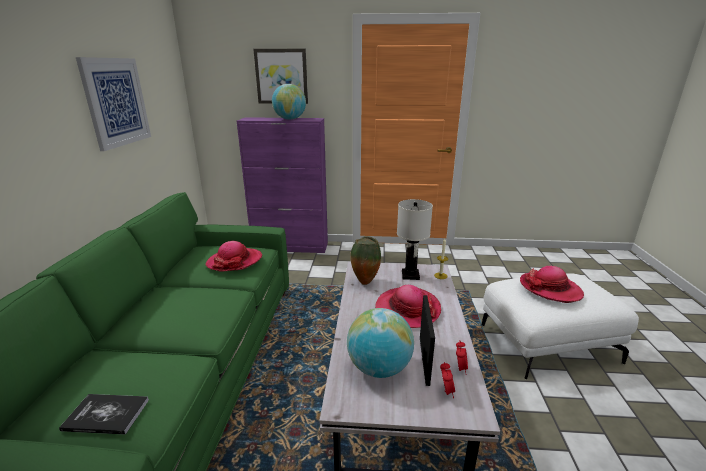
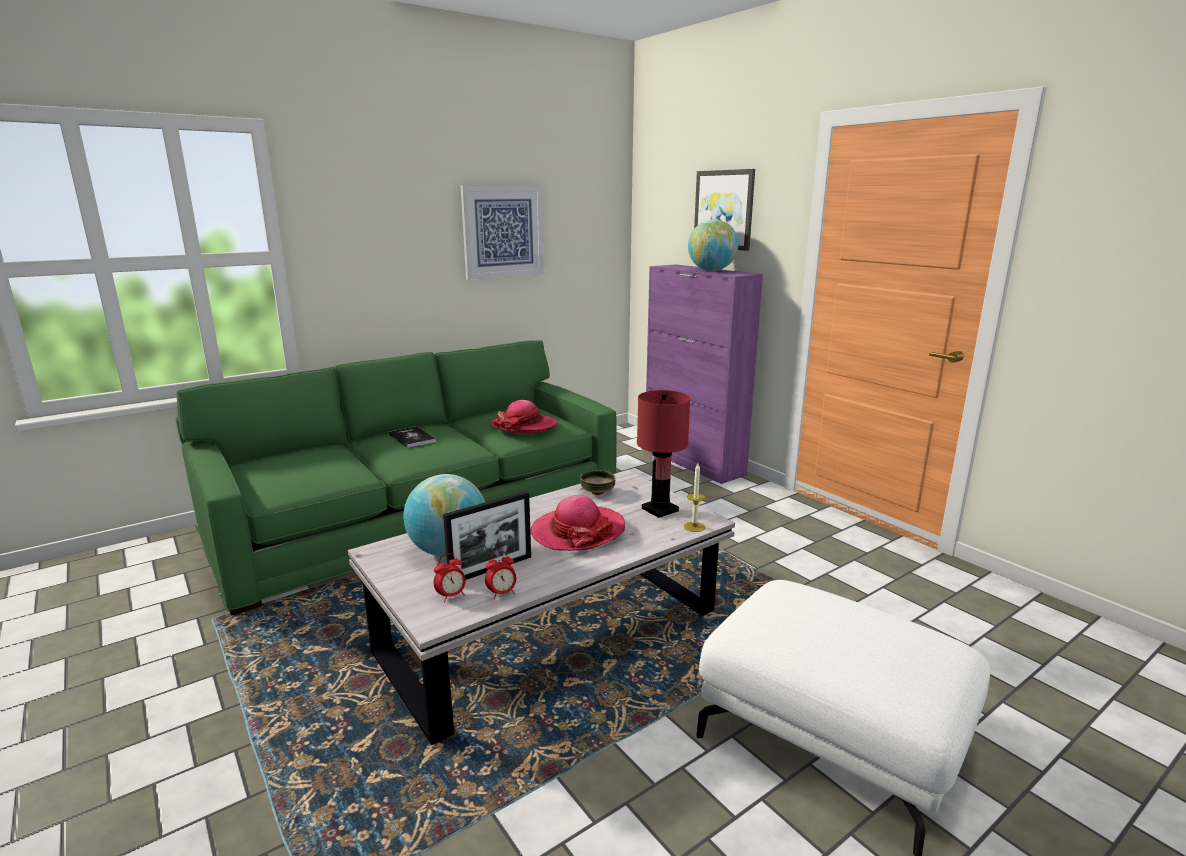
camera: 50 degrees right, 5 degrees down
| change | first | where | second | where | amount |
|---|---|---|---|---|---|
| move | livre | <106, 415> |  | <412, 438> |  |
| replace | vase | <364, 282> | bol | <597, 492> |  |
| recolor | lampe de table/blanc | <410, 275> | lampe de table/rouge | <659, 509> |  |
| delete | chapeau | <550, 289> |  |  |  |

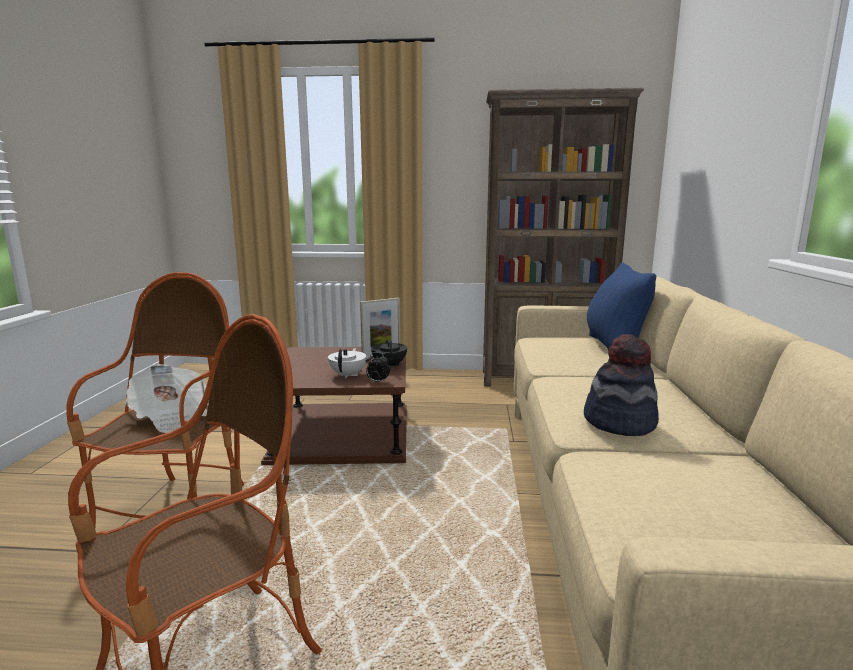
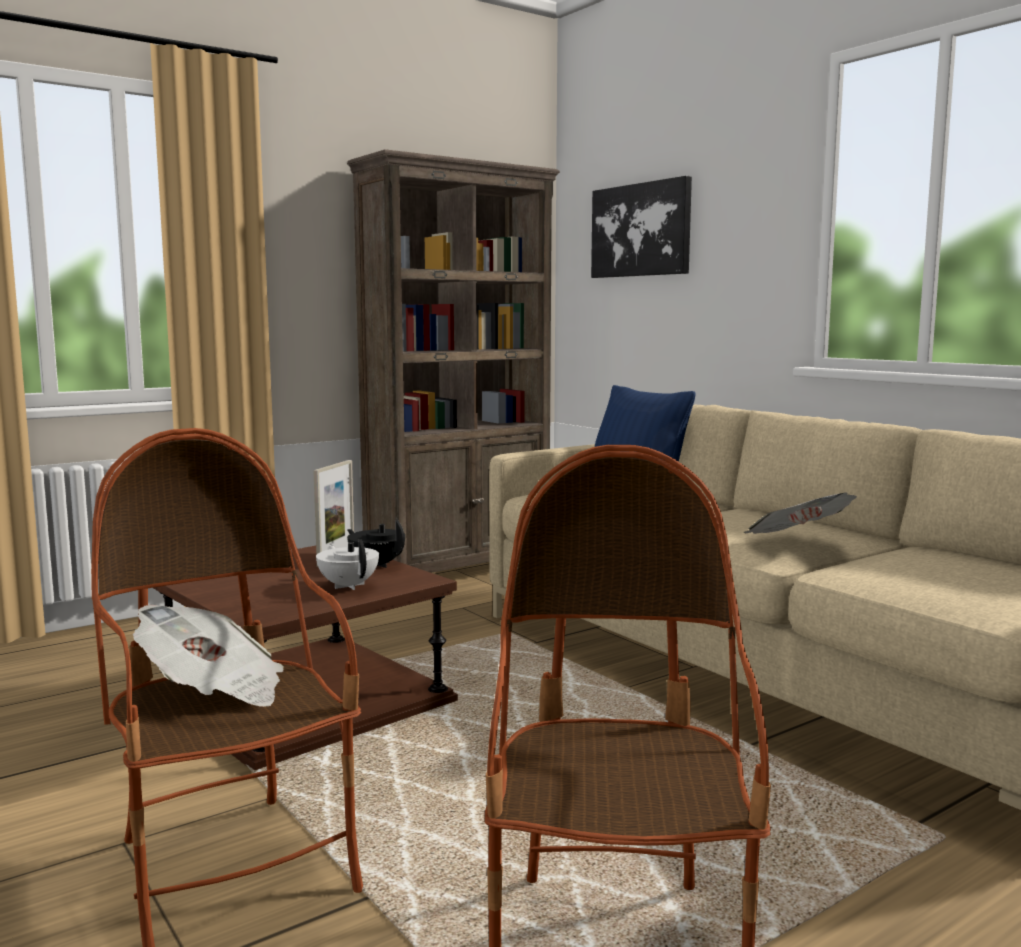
camera: 40 degrees left, 5 degrees down
| change | first | where | second | where | amount |
|---|---|---|---|---|---|
| delete | réveil | <377, 382> |  |  |  |
| replace | chapeau | <619, 422> | journal | <797, 543> |  |
| insert |  |  | tableau | <641, 230> |  |

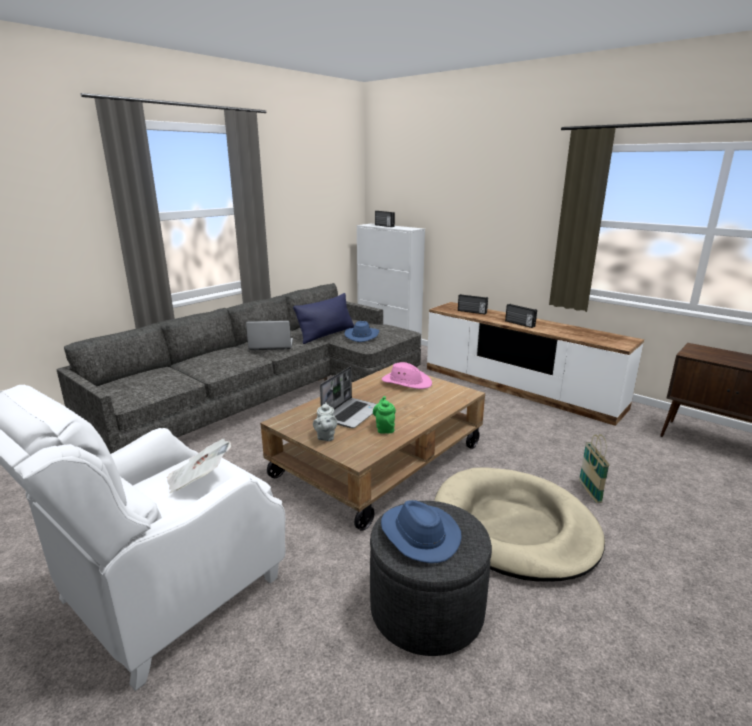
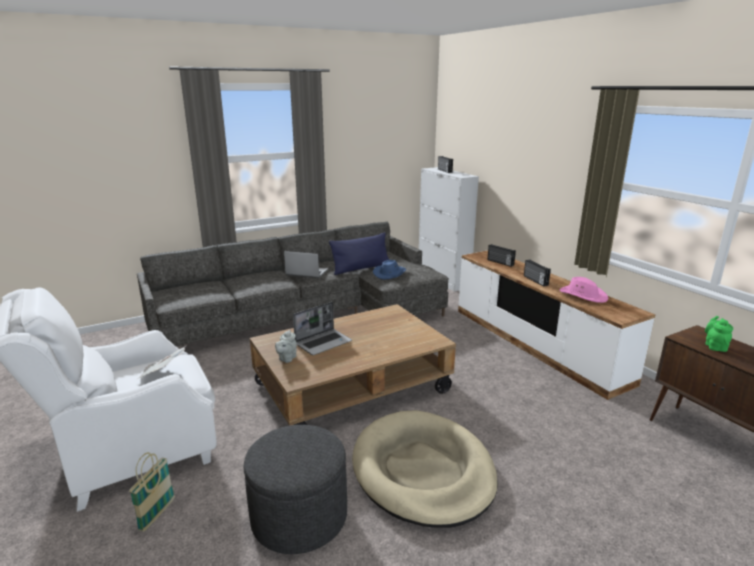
camera: 20 degrees right, 0 degrees up
| change | first | where | second | where | amount |
|---|---|---|---|---|---|
| move | théière/vert | <384, 428> |  | <715, 346> |  |
| delete | chapeau/bleu | <418, 534> |  |  |  |
| move | chapeau/rose | <406, 382> |  | <583, 295> |  |
| move | panier | <589, 492> |  | <157, 514> |  |

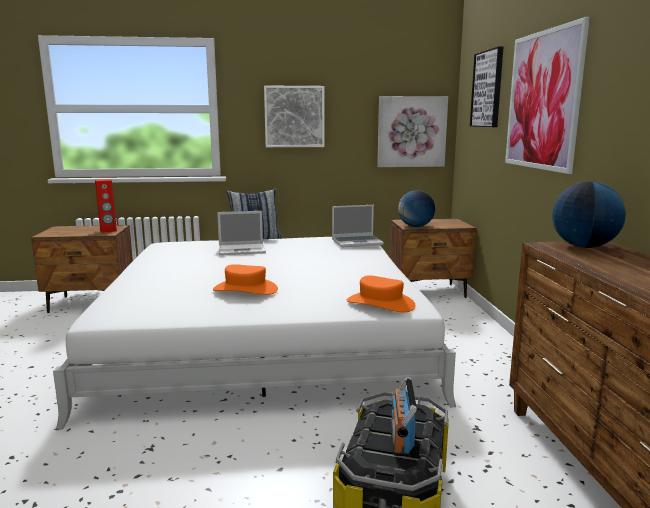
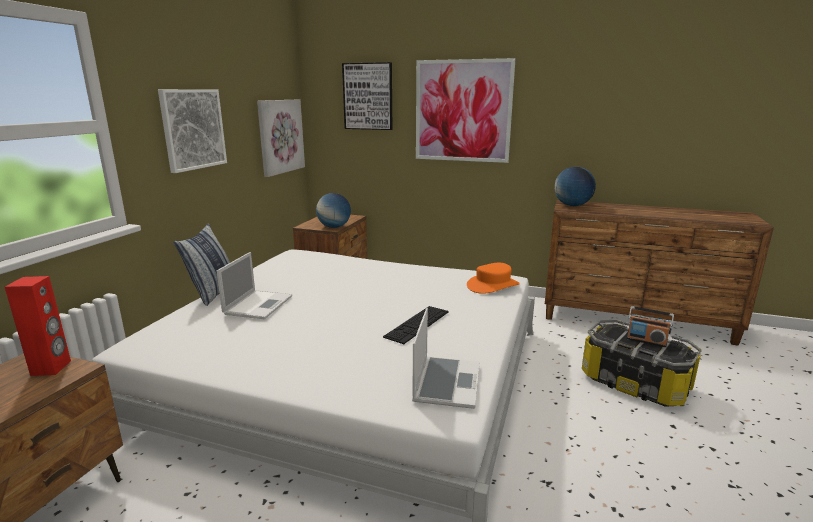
camera: 65 degrees left, 5 degrees up
| change | first | where | second | where | amount |
|---|---|---|---|---|---|
| replace | chapeau/orange | <245, 289> | clavier | <417, 324> |  |
| move | ordinateur portable | <357, 242> |  | <446, 382> |  |

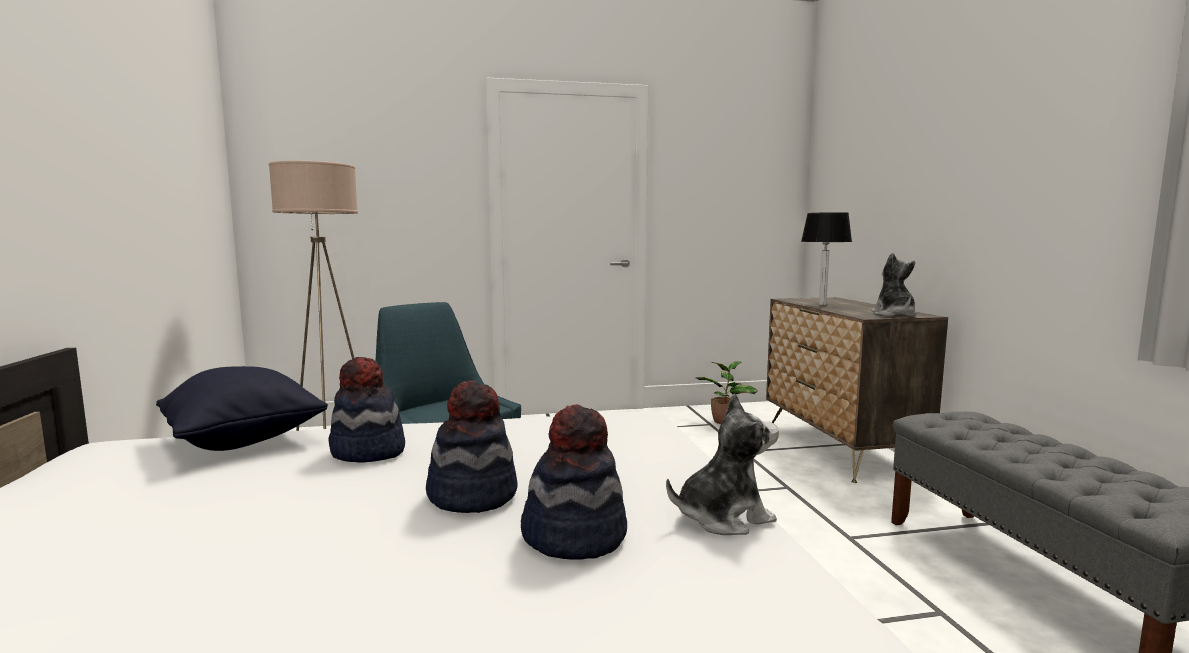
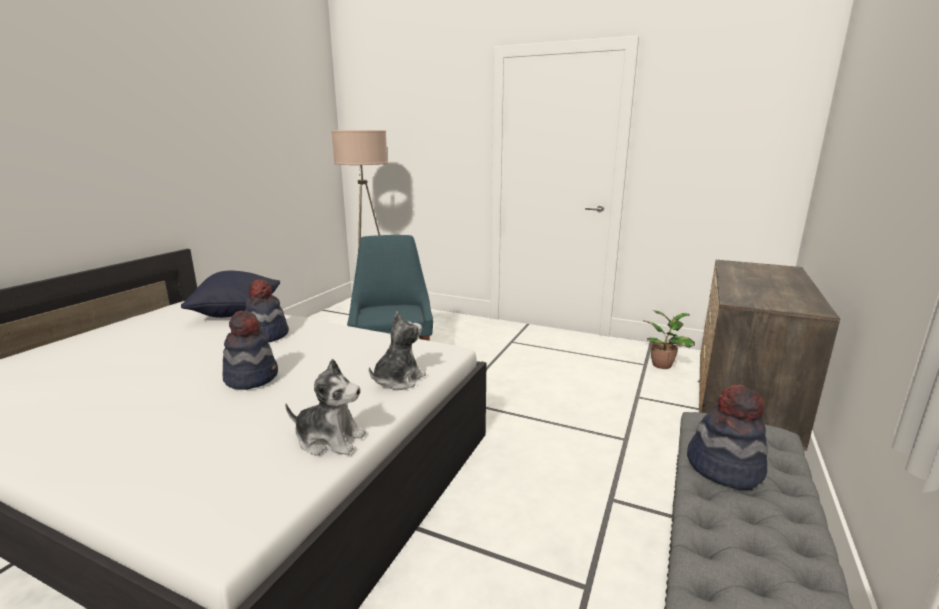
camera: 35 degrees right, 10 degrees up
| change | first | where | second | where | amount |
|---|---|---|---|---|---|
| move | chapeau | <574, 536> |  | <724, 467> |  |
| delete | lampe de table | <823, 304> |  |  |  |
| move | peluche | <893, 315> |  | <398, 380> |  |

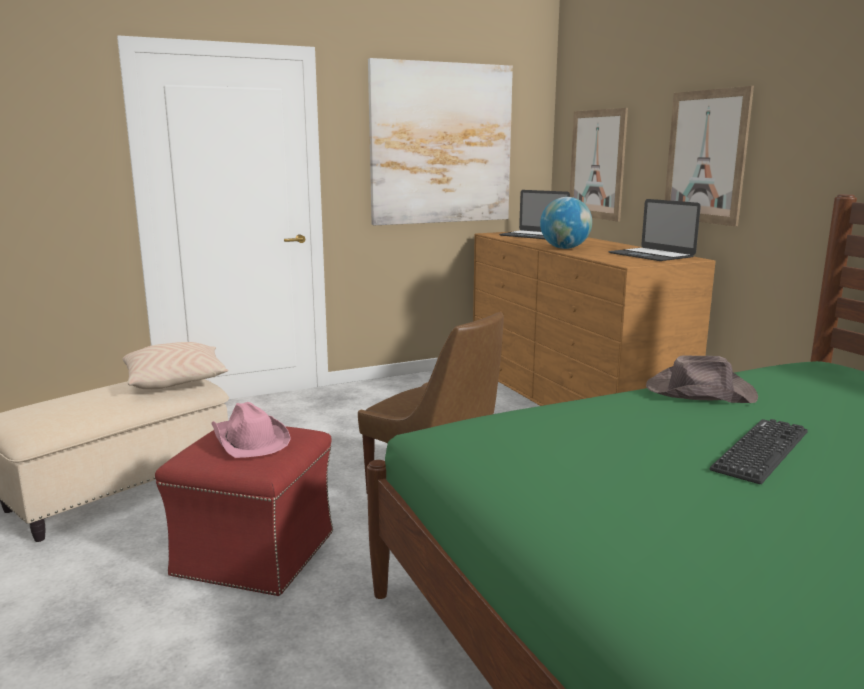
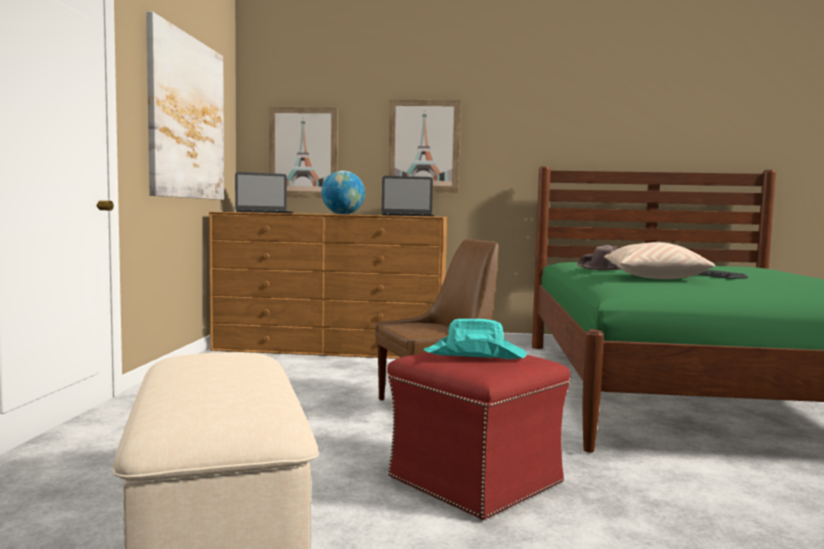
camera: 60 degrees left, 10 degrees down
| change | first | where | second | where | amount |
|---|---|---|---|---|---|
| move | coussin/beige | <176, 381> |  | <653, 277> |  |
| recolor | chapeau/rose | <249, 440> | chapeau/turquoise | <475, 355> |  |

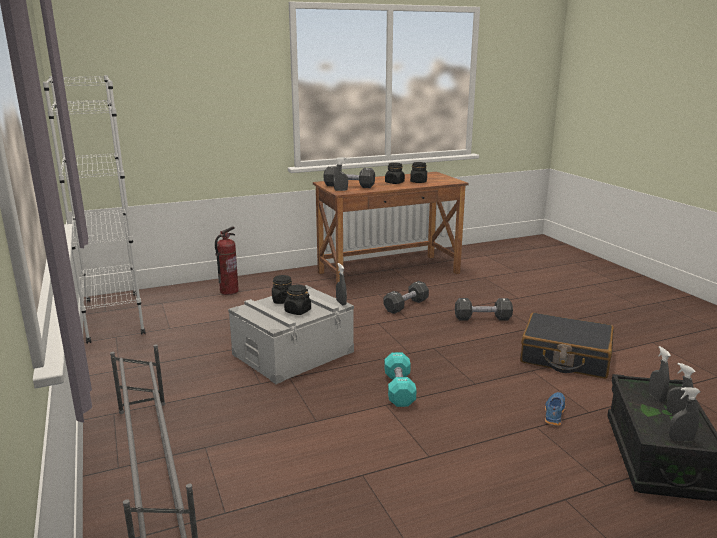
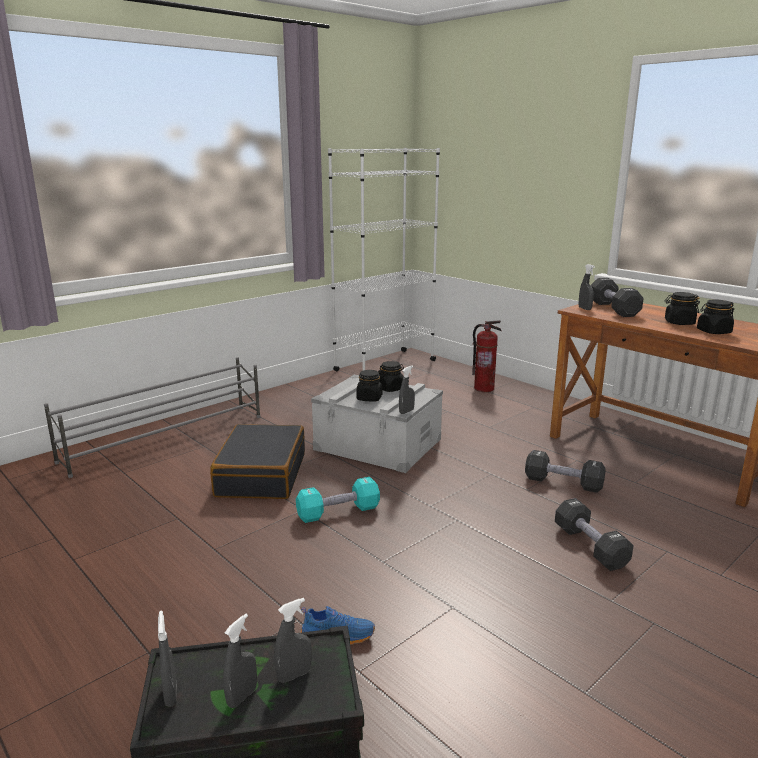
camera: 70 degrees right, 0 degrees up
| change | first | where | second | where | amount |
|---|---|---|---|---|---|
| move | valise/noir | <565, 357> |  | <261, 475> |  |

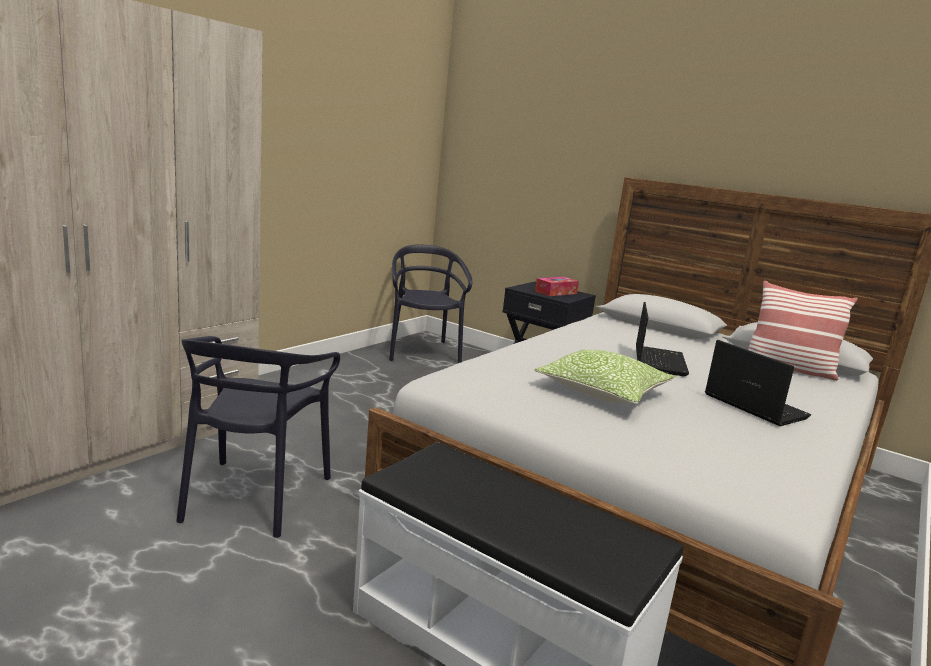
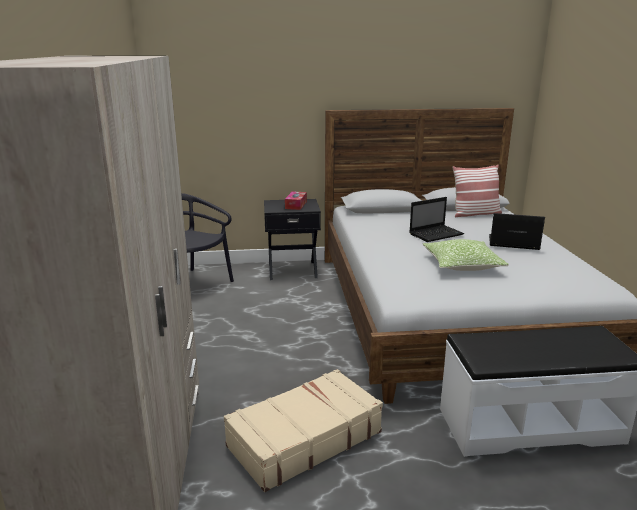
camera: 40 degrees left, 5 degrees up
| change | first | where | second | where | amount |
|---|---|---|---|---|---|
| replace | chaise/noir | <254, 496> | valise/beige | <303, 439> |  |
| rotate | ordinateur portable | <658, 361> |  | <436, 234> | 90 degrees clockwise |

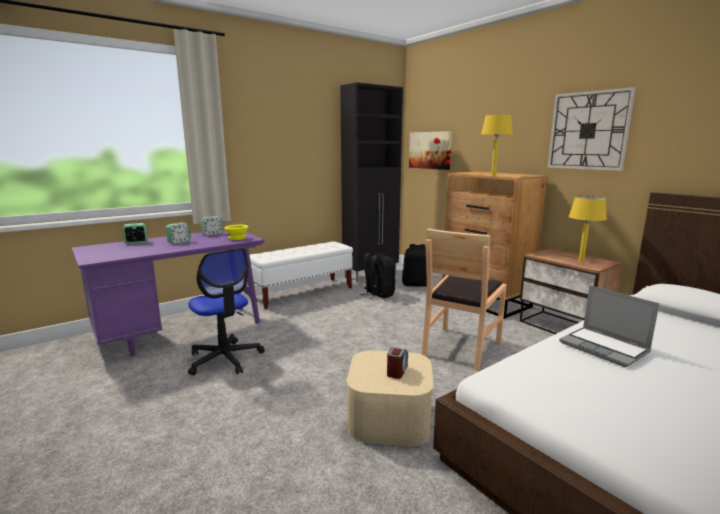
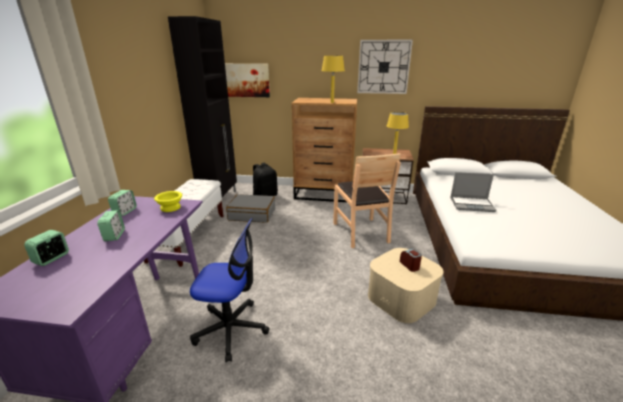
camera: 45 degrees left, 10 degrees up
| change | first | where | second | where | amount |
|---|---|---|---|---|---|
| replace | sac à dos/noir | <378, 294> | valise/gris | <252, 214> |  |

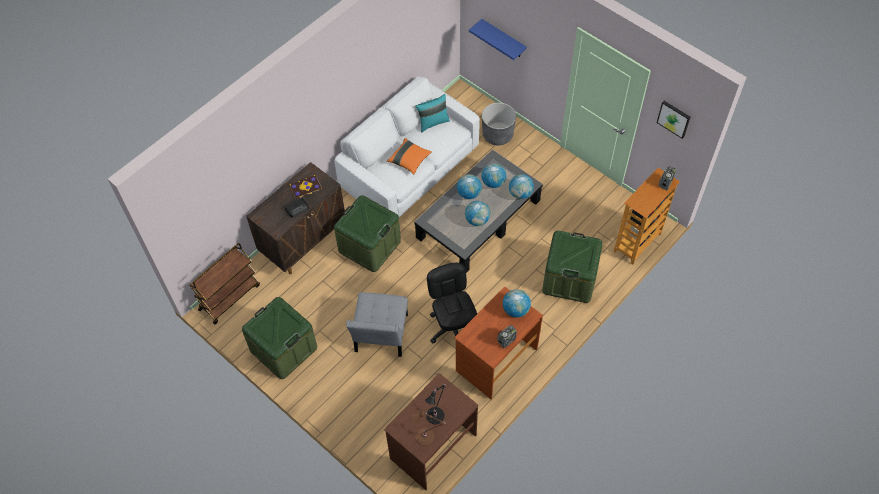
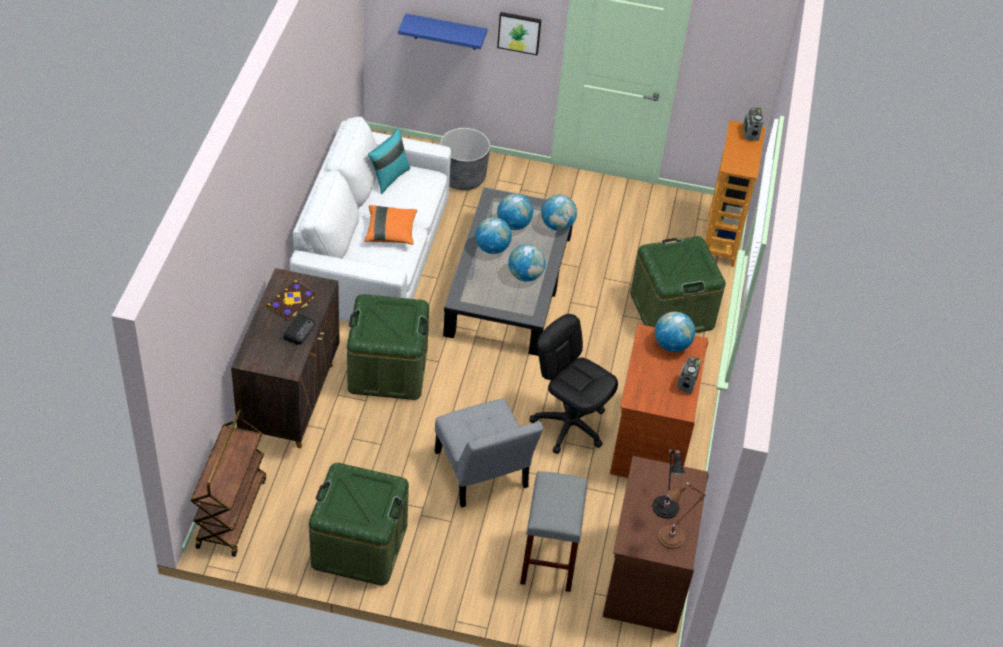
camera: 35 degrees left, 10 degrees down
| change | first | where | second | where | amount |
|---|---|---|---|---|---|
| move | tableau | <674, 118> |  | <519, 32> |  |
| insert |  |  | tabouret/gris | <548, 559> |  |

